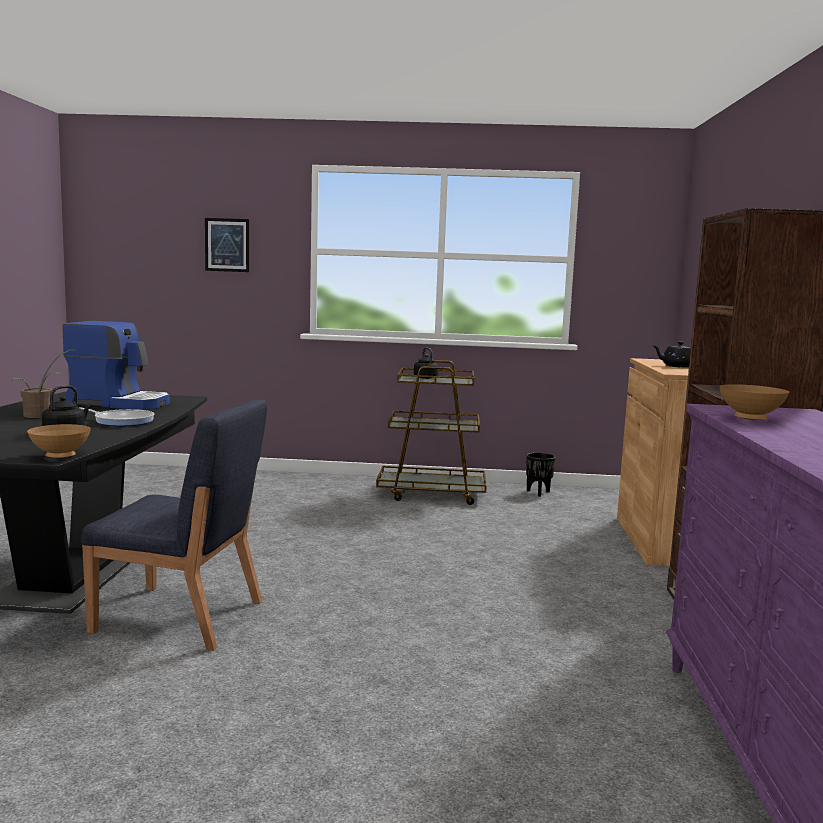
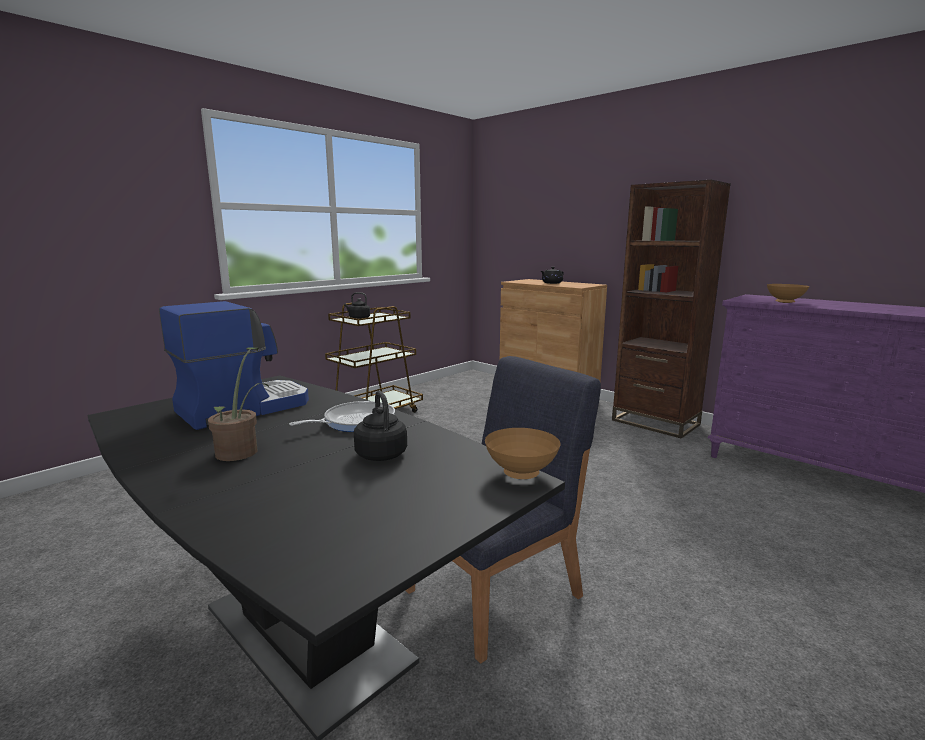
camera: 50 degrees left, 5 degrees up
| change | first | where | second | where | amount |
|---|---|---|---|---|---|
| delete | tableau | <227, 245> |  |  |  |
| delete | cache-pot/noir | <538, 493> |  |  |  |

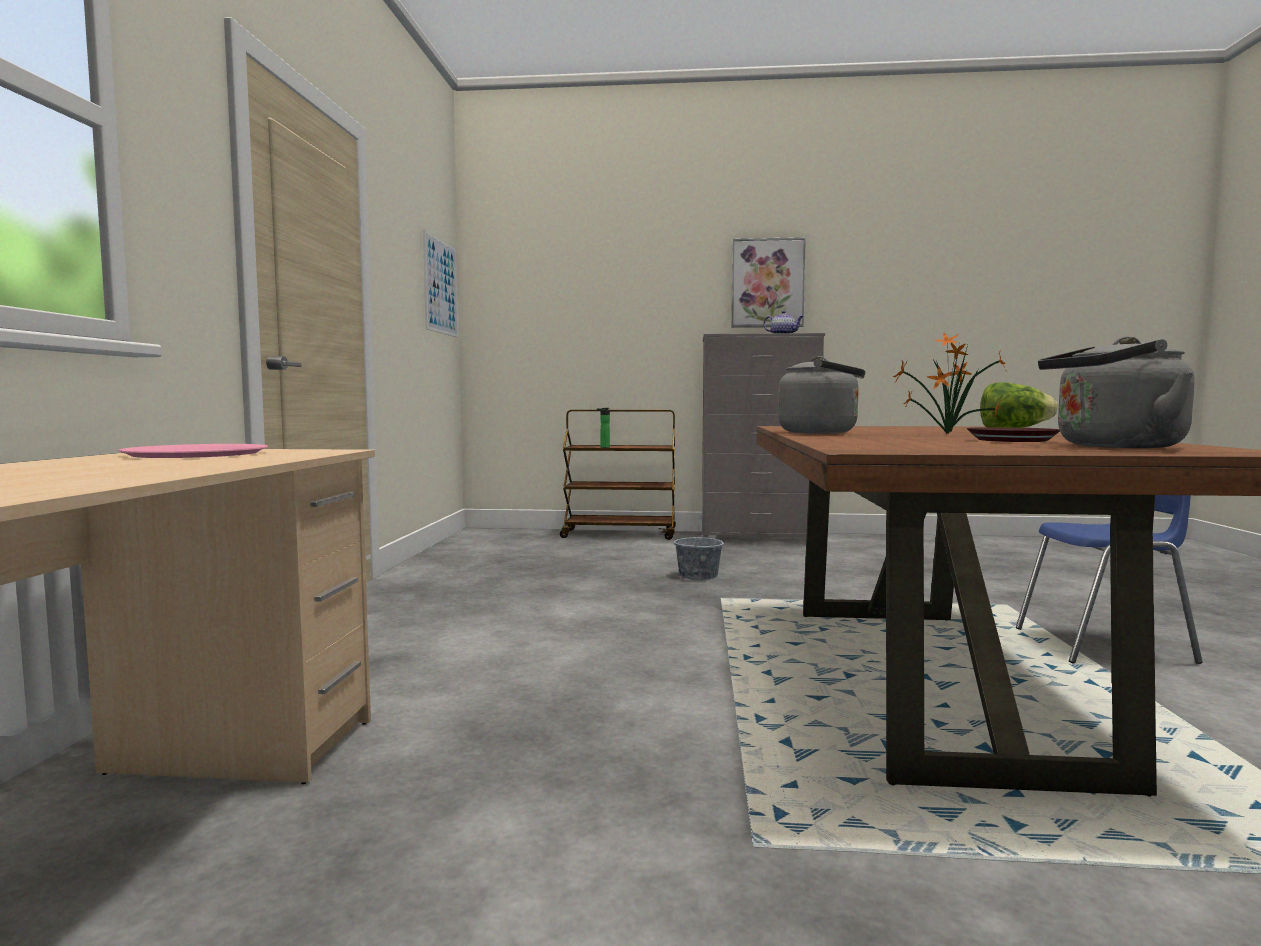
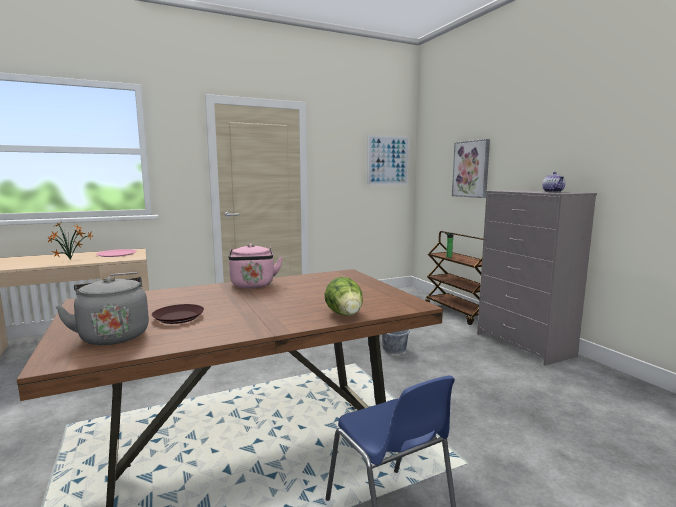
camera: 60 degrees right, 5 degrees up
| change | first | where | second | where | amount |
|---|---|---|---|---|---|
| move | tableau | <767, 283> |  | <471, 169> |  |
| recolor | bouilloire/gris | <823, 432> | bouilloire/rose | <253, 285> |  |
| move | plante en pot | <944, 434> |  | <71, 260> |  |

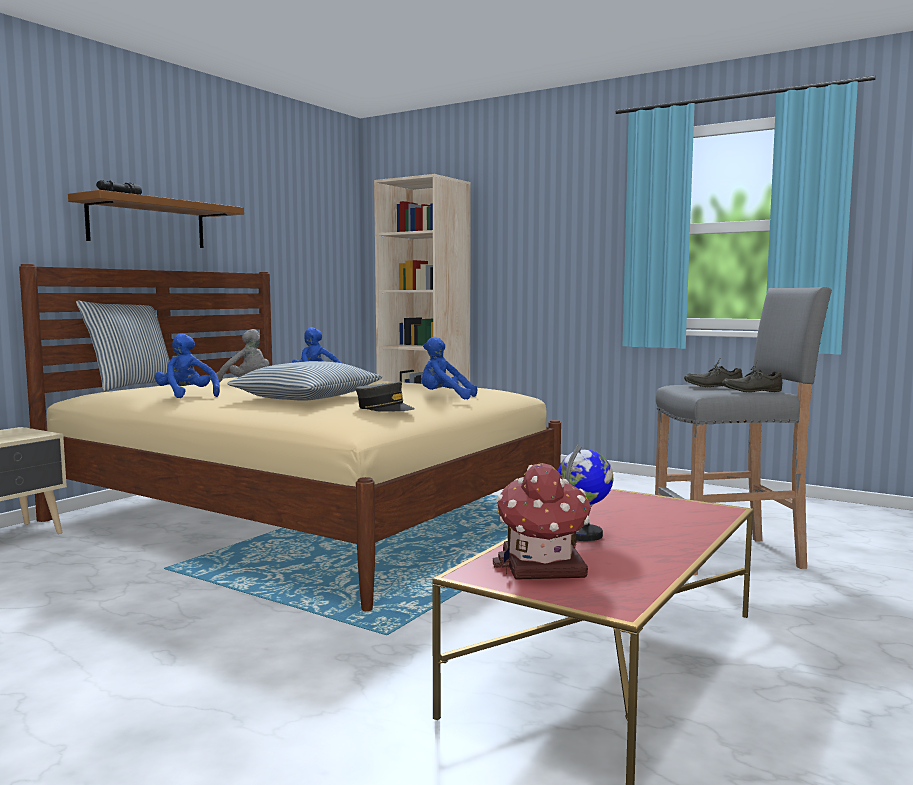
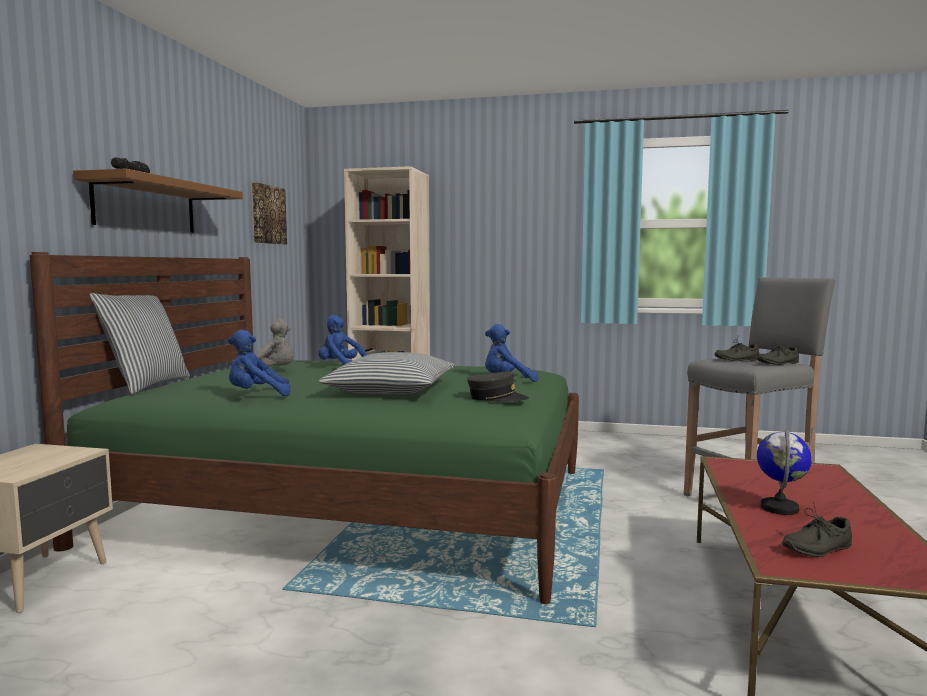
camera: 20 degrees left, 0 degrees up
| change | first | where | second | where | amount |
|---|---|---|---|---|---|
| recolor | lit/beige | <304, 516> | lit/vert | <356, 505> |  |
| rotate | peluche/bleu | <186, 396> |  | <256, 395> | 45 degrees counterclockwise |
| replace | maison miniature | <542, 566> | chaussure/gris | <814, 548> |  |
| insert |  |  | tableau | <267, 214> |  |

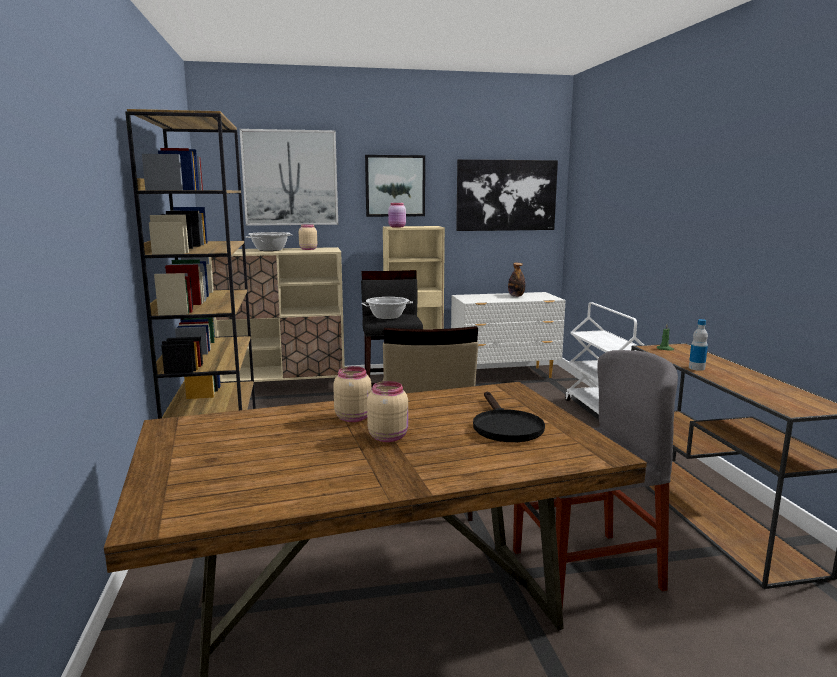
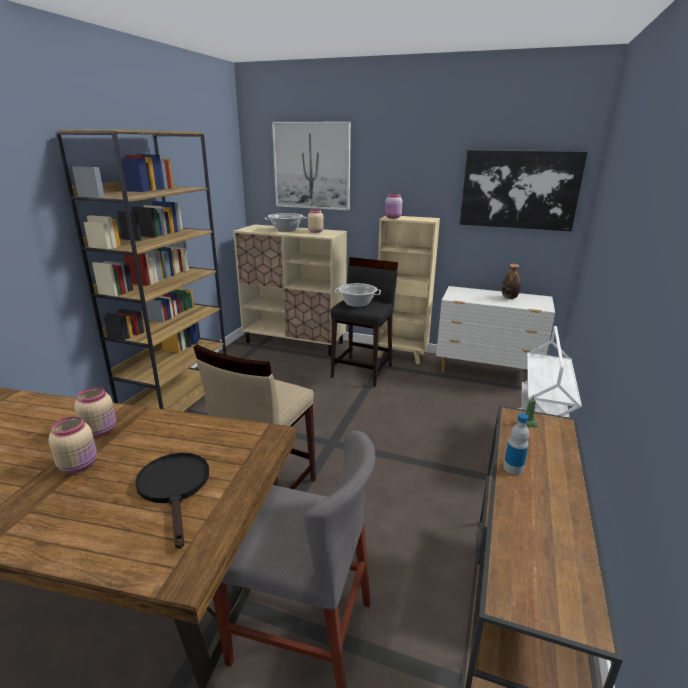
camera: 30 degrees right, 10 degrees up
| change | first | where | second | where | amount |
|---|---|---|---|---|---|
| delete | tableau | <395, 186> |  |  |  |
| rotate | poêle/noir | <504, 426> |  | <175, 488> | 135 degrees clockwise |

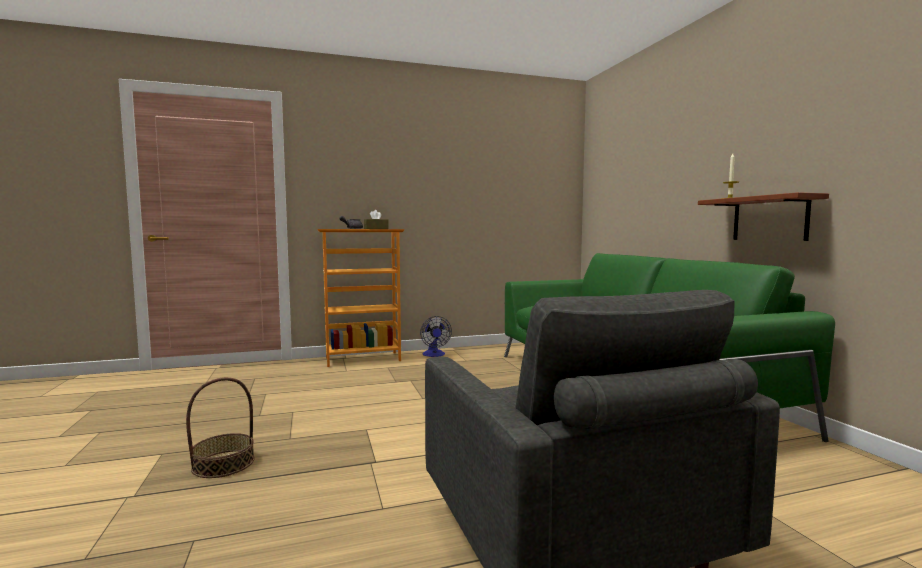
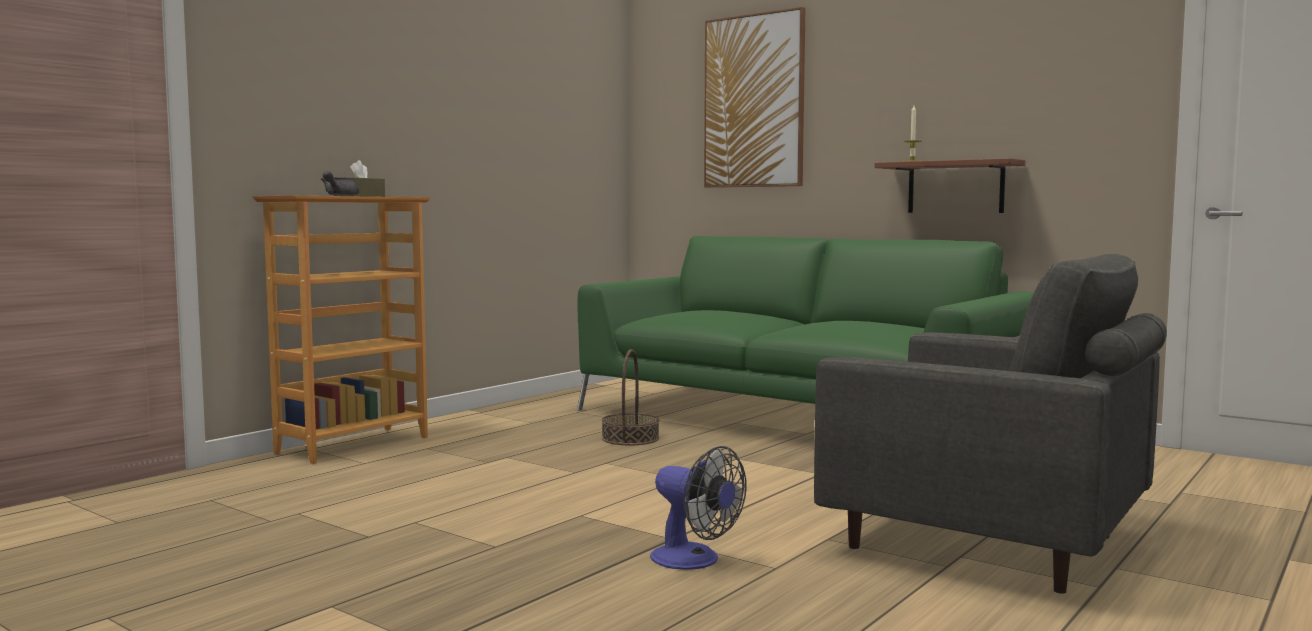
camera: 35 degrees left, 0 degrees up
| change | first | where | second | where | amount |
|---|---|---|---|---|---|
| move | panier | <223, 464> |  | <630, 438> |  |
| move | ventilateur | <434, 355> |  | <694, 560> |  |
| insert |  |  | tableau | <754, 101> |  |

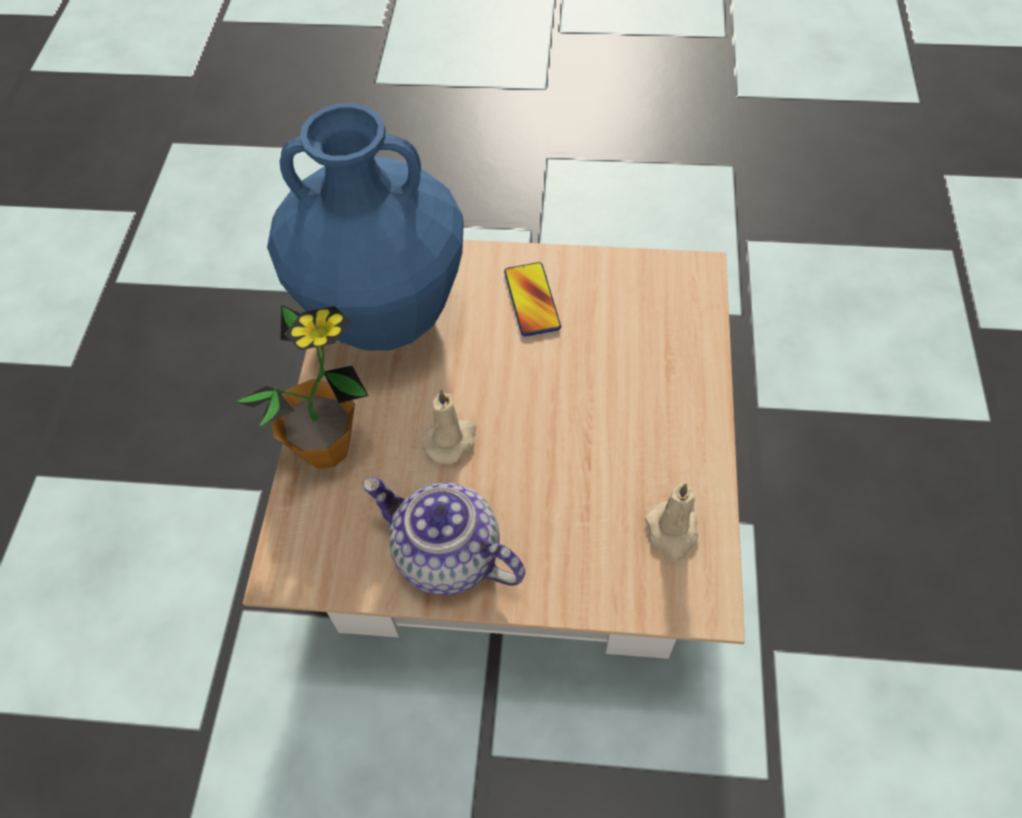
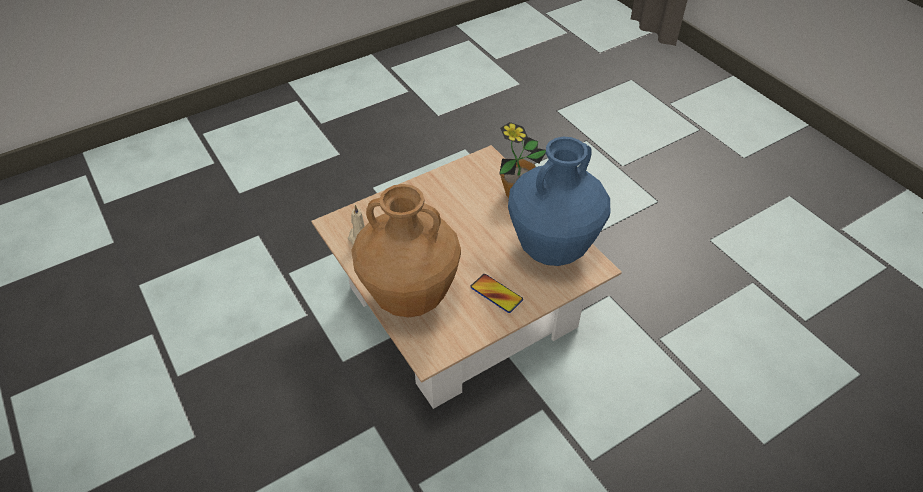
camera: 140 degrees right, 10 degrees down
| change | first | where | second | where | amount |
|---|---|---|---|---|---|
| delete | théière | <446, 555> |  |  |  |
| delete | bougie/beige | <451, 440> |  |  |  |
| insert |  |  | vase/marron | <411, 297> |  |

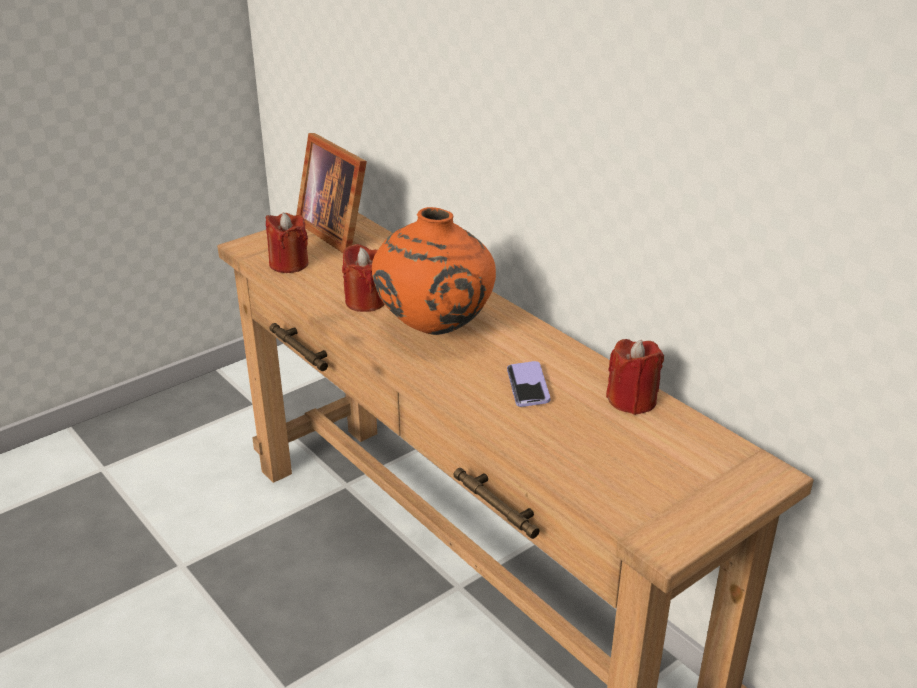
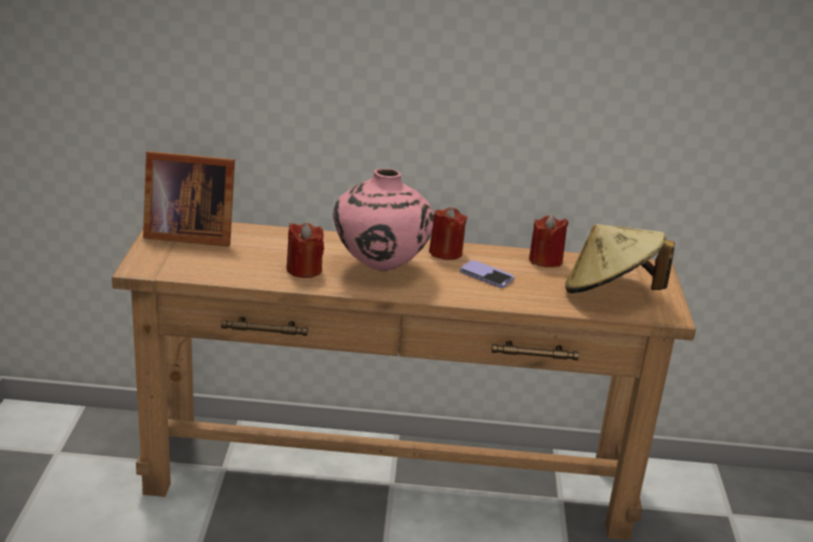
camera: 50 degrees left, 5 degrees down
| change | first | where | second | where | amount |
|---|---|---|---|---|---|
| move | bougie/rouge | <289, 264> |  | <445, 252> |  |
| recolor | vase/orange | <434, 330> | vase/rose | <379, 268> |  |
| insert |  |  | chapeau/beige | <610, 293> |  |

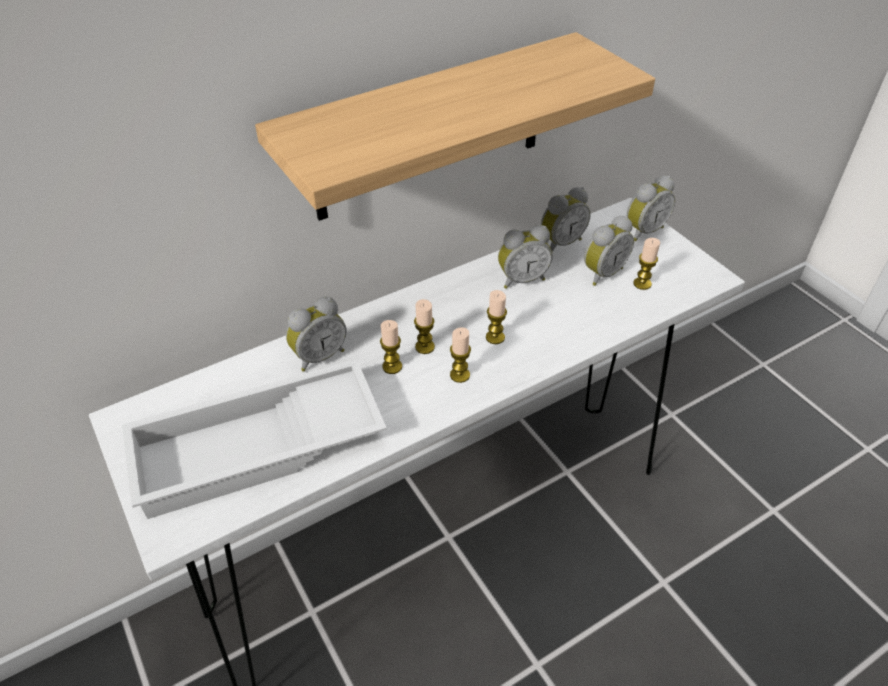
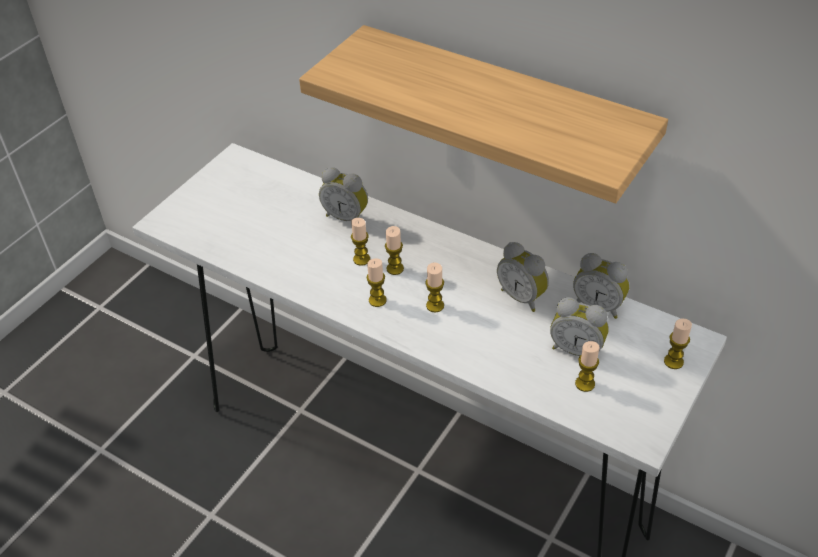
camera: 65 degrees right, 0 degrees up
| change | first | where | second | where | amount |
|---|---|---|---|---|---|
| delete | plateau/blanc | <258, 450> |  |  |  |
| replace | réveil | <643, 231> | bougie | <673, 361> |  |

